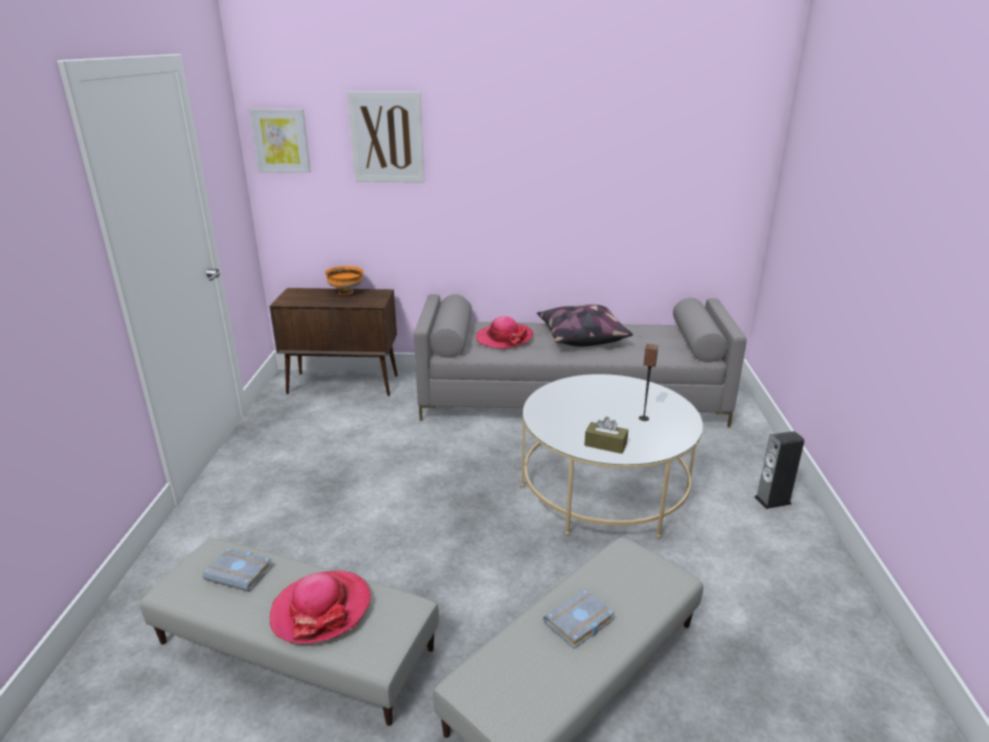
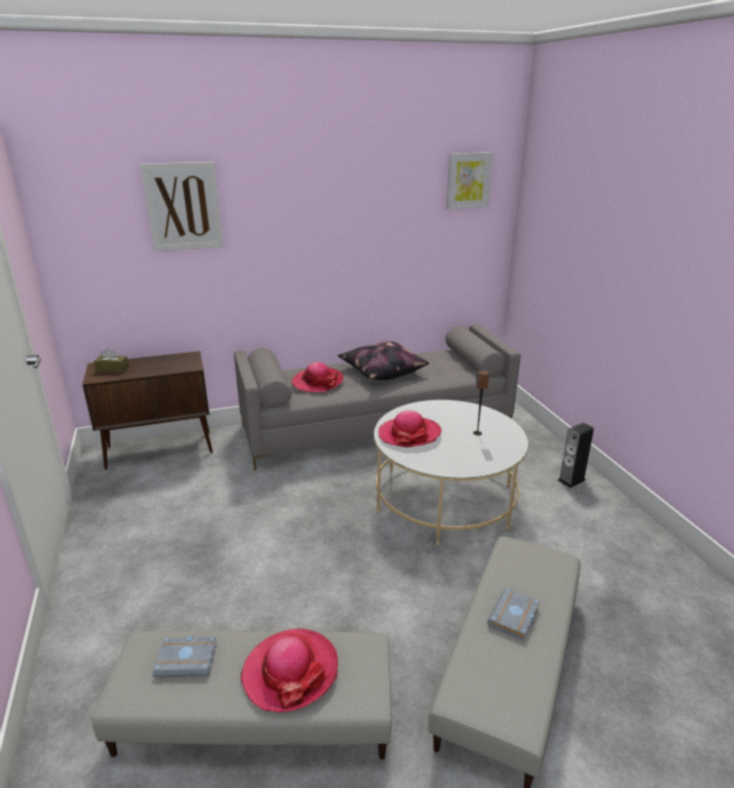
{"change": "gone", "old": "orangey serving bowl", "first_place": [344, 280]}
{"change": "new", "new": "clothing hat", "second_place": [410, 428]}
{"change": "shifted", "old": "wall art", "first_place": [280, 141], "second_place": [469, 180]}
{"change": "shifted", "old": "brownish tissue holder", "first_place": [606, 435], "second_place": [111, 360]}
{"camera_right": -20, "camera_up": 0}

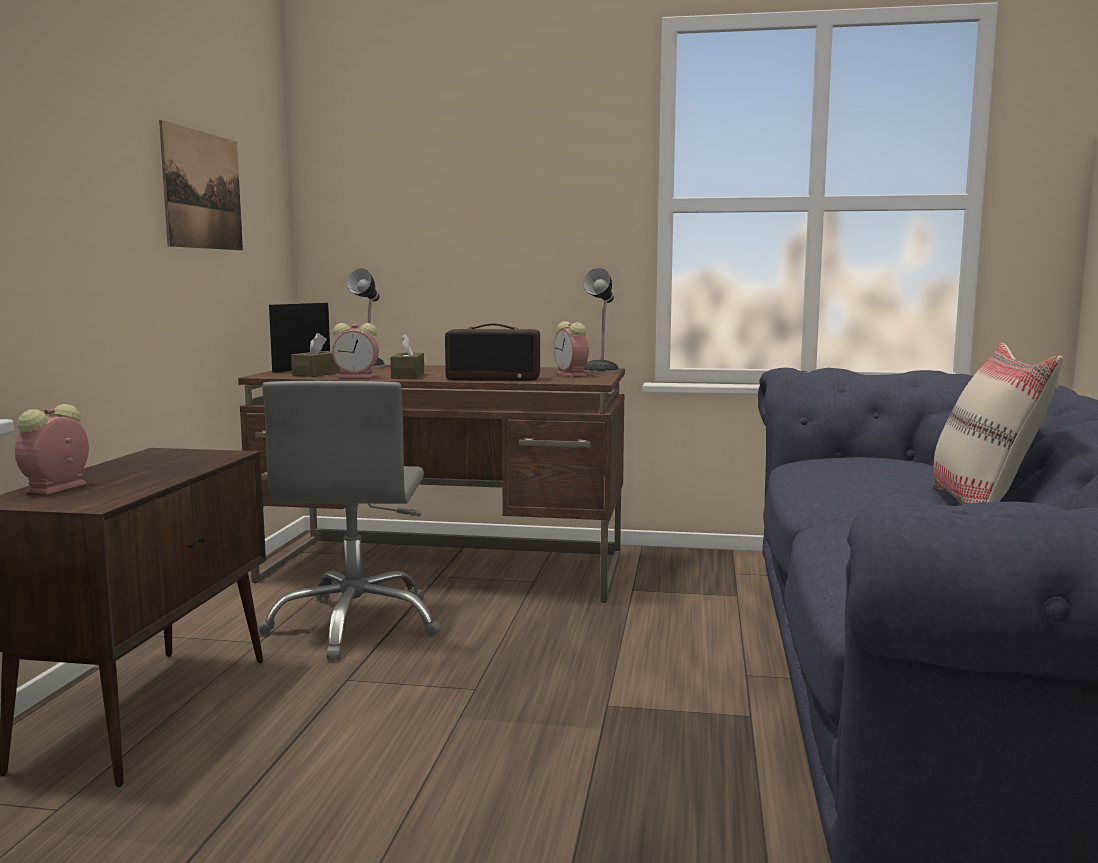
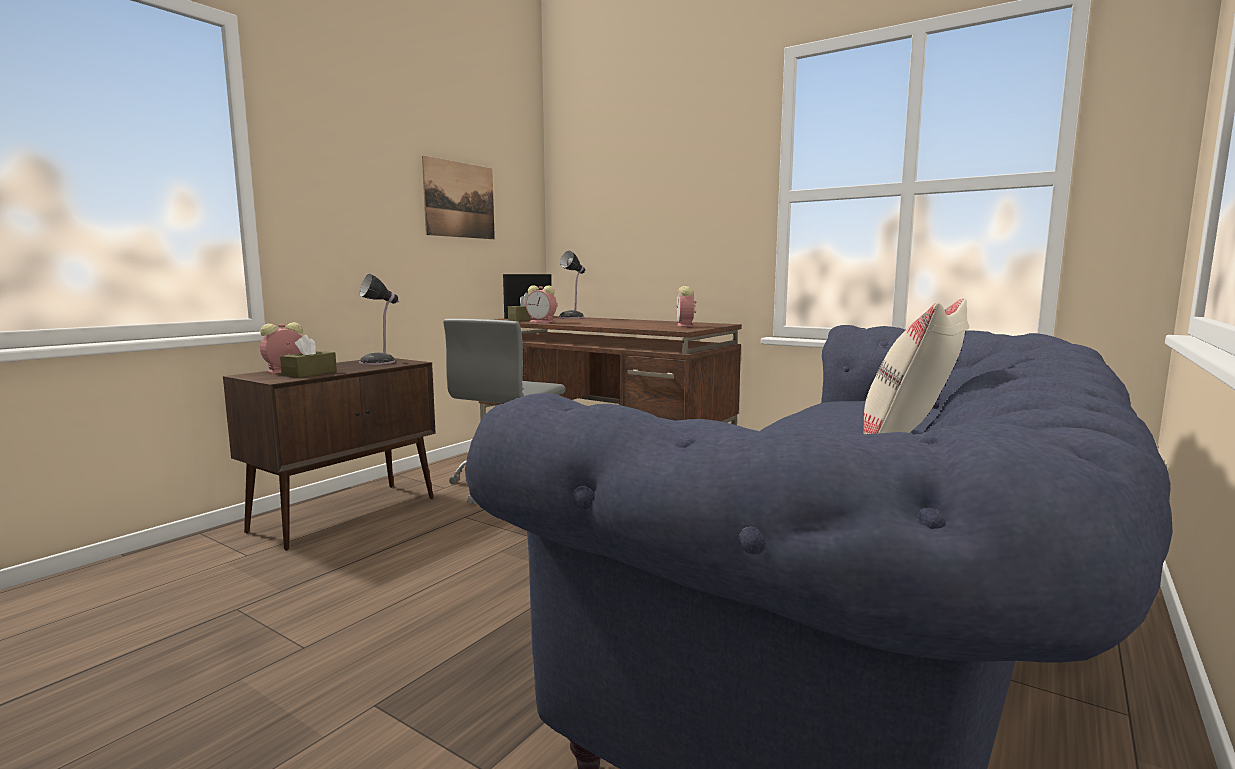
{"change": "gone", "old": "radio set", "first_place": [492, 352]}
{"change": "shifted", "old": "brownish tissue holder", "first_place": [407, 356], "second_place": [308, 356]}
{"change": "shifted", "old": "table lamp", "first_place": [601, 320], "second_place": [379, 319]}
{"camera_right": 25, "camera_up": 0}

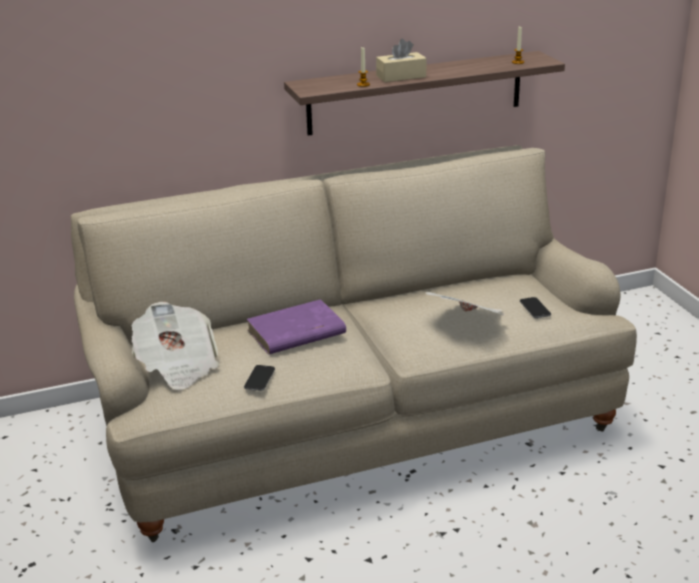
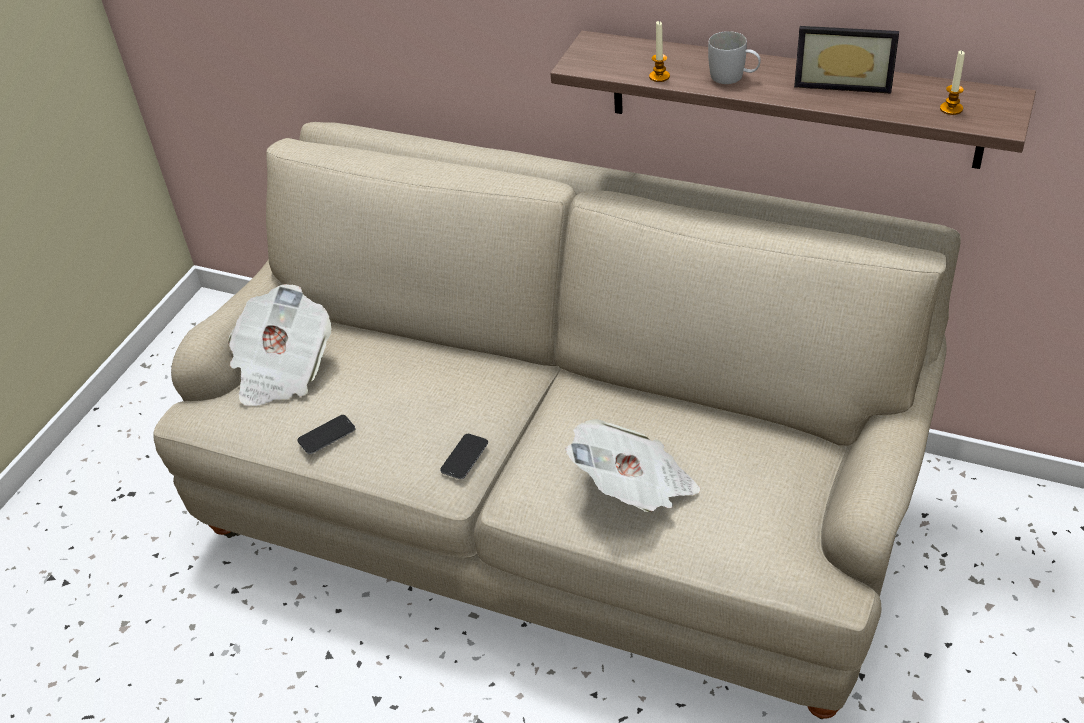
{"change": "gone", "old": "purple-coloured bound book", "first_place": [296, 327]}
{"change": "new", "new": "photo frame", "second_place": [846, 60]}
{"change": "shifted", "old": "phone", "first_place": [535, 307], "second_place": [464, 456]}
{"change": "swapped", "old": "beige-coloured tissue holder", "new": "white-coloured coffee mug", "first_place": [401, 60], "second_place": [734, 57]}
{"camera_right": 45, "camera_up": 15}

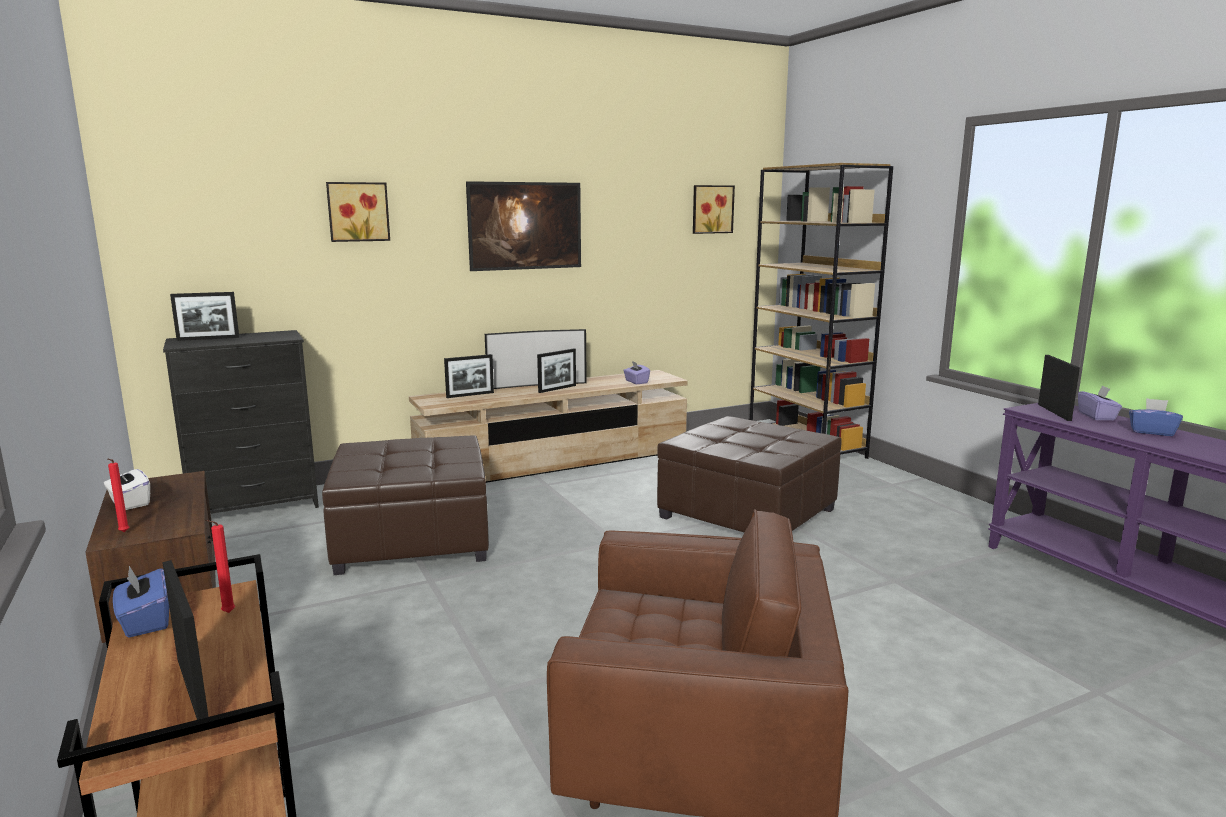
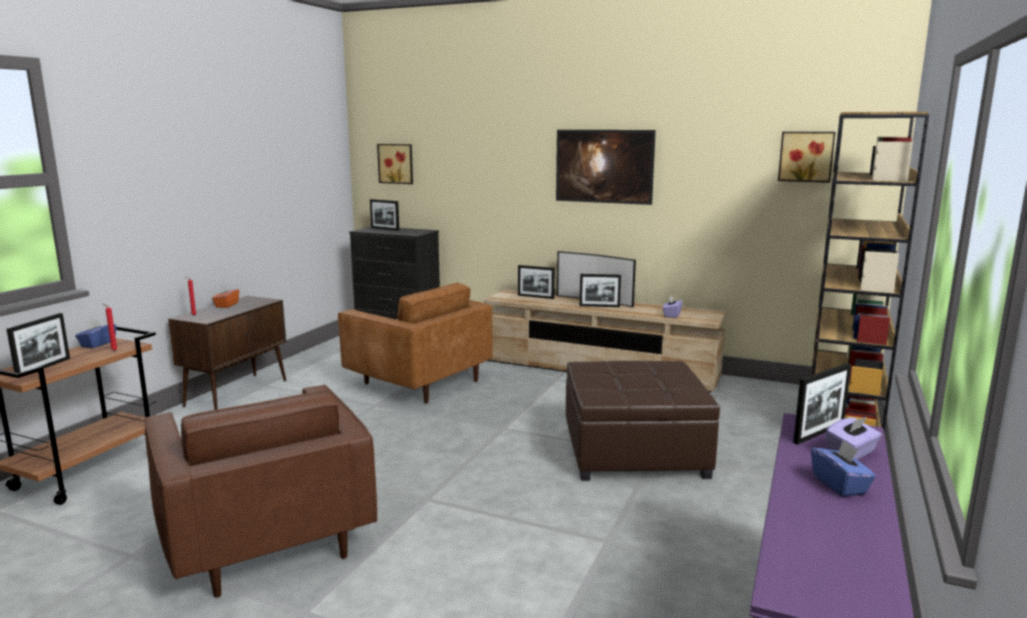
{"change": "shifted", "old": "wall art", "first_place": [358, 212], "second_place": [395, 164]}
{"change": "swapped", "old": "brownish footrest", "new": "brownish lounge chair", "first_place": [405, 505], "second_place": [415, 343]}
{"change": "repainted", "old": "white-coloured tissue holder", "new": "orangey tissue holder", "first_place": [127, 489], "second_place": [225, 296]}
{"camera_right": 50, "camera_up": 0}

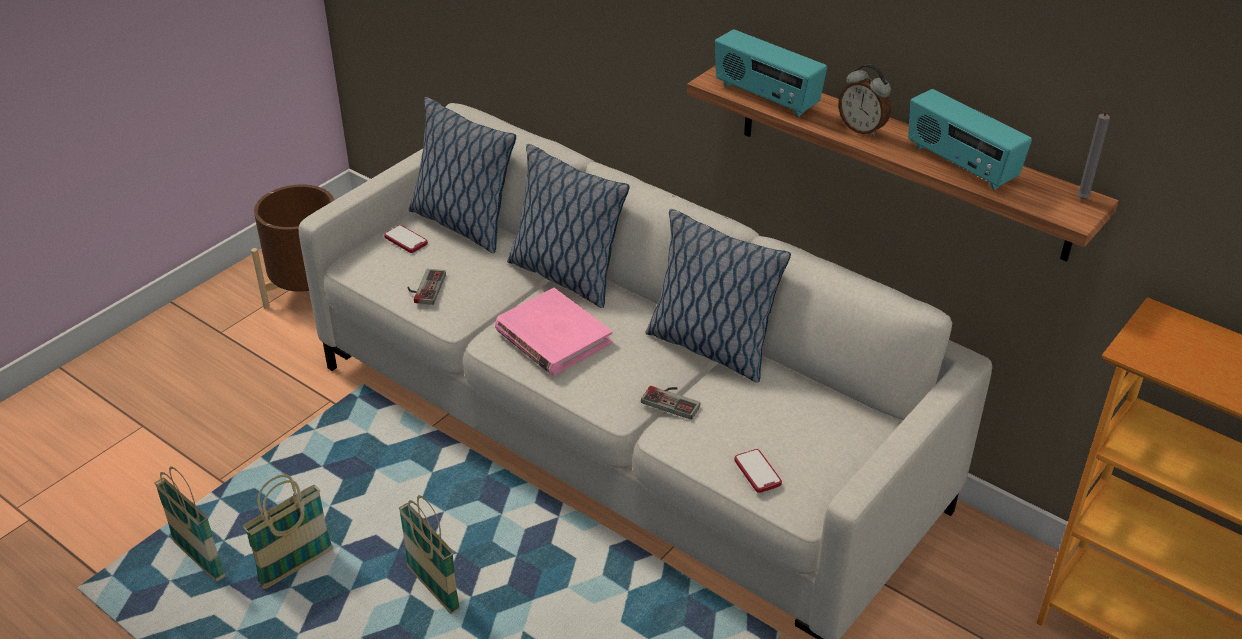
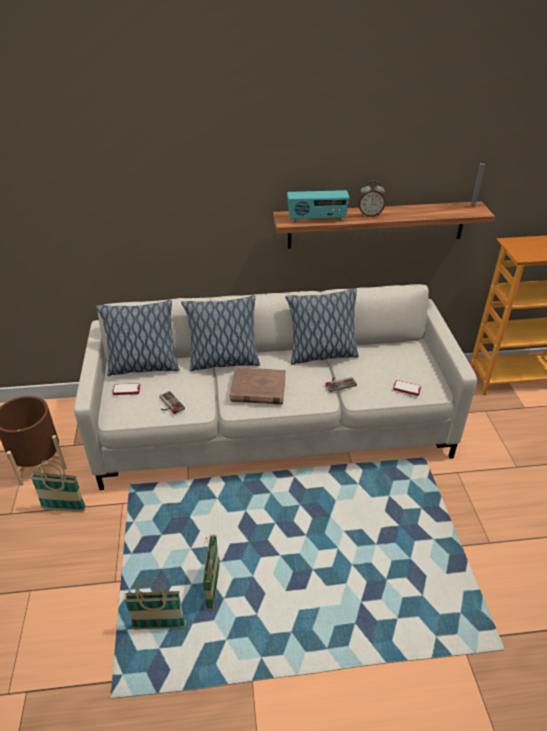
{"change": "gone", "old": "radio set", "first_place": [970, 139]}
{"change": "shifted", "old": "household basket", "first_place": [429, 554], "second_place": [58, 486]}
{"change": "repainted", "old": "pink-coloured bound book", "new": "brownish bound book", "first_place": [553, 332], "second_place": [258, 385]}
{"camera_right": -45, "camera_up": 0}

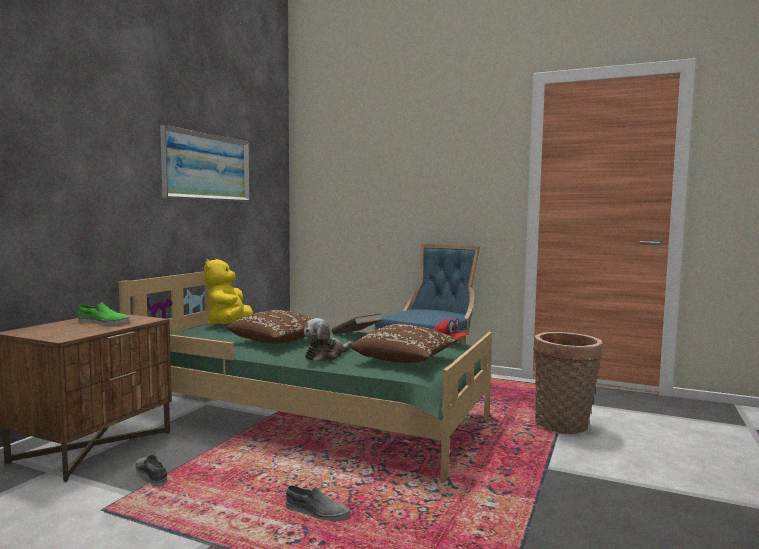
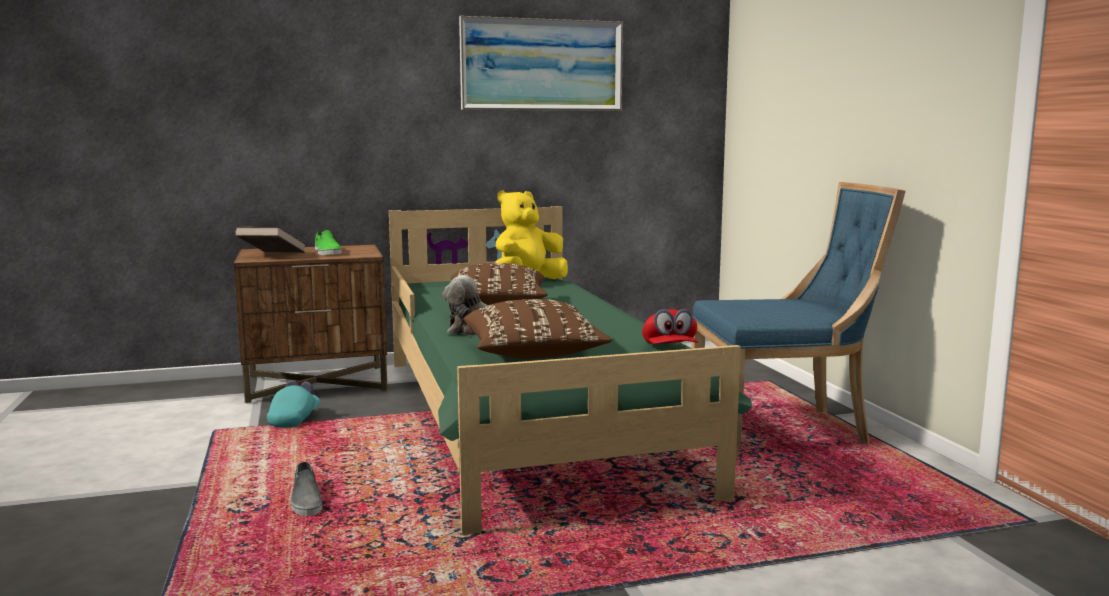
{"change": "gone", "old": "household basket", "first_place": [568, 383]}
{"change": "shifted", "old": "brownish bound book", "first_place": [357, 324], "second_place": [270, 240]}
{"change": "swapped", "old": "grey low shoe", "new": "turquoise baseball cap", "first_place": [151, 470], "second_place": [293, 404]}
{"camera_right": 50, "camera_up": 5}

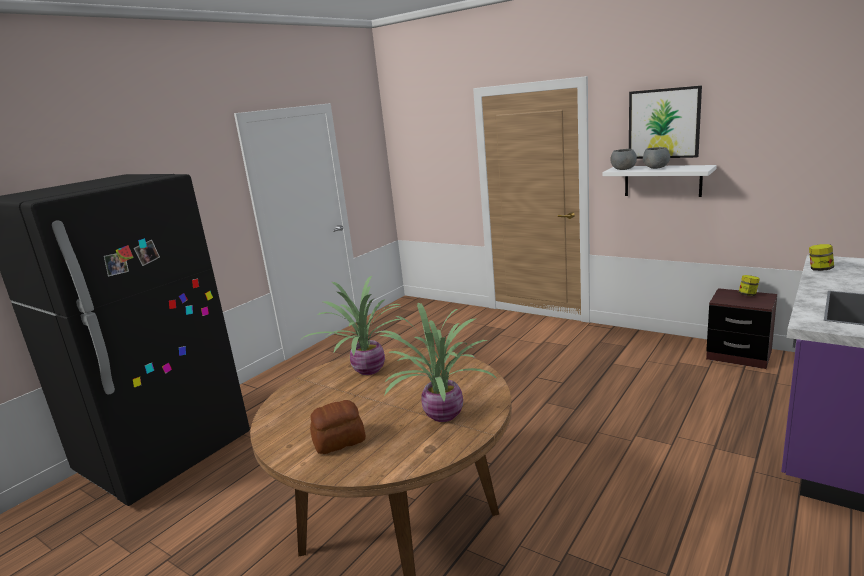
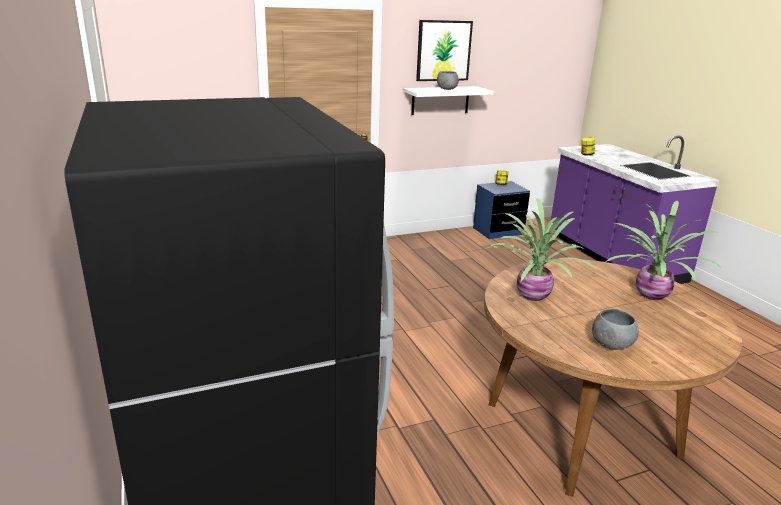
{"change": "gone", "old": "bakery bread", "first_place": [338, 427]}
{"change": "shifted", "old": "grey serving bowl", "first_place": [623, 159], "second_place": [615, 329]}
{"change": "repainted", "old": "brownish night table", "new": "blue night table", "first_place": [741, 328], "second_place": [501, 210]}
{"camera_right": -60, "camera_up": 5}

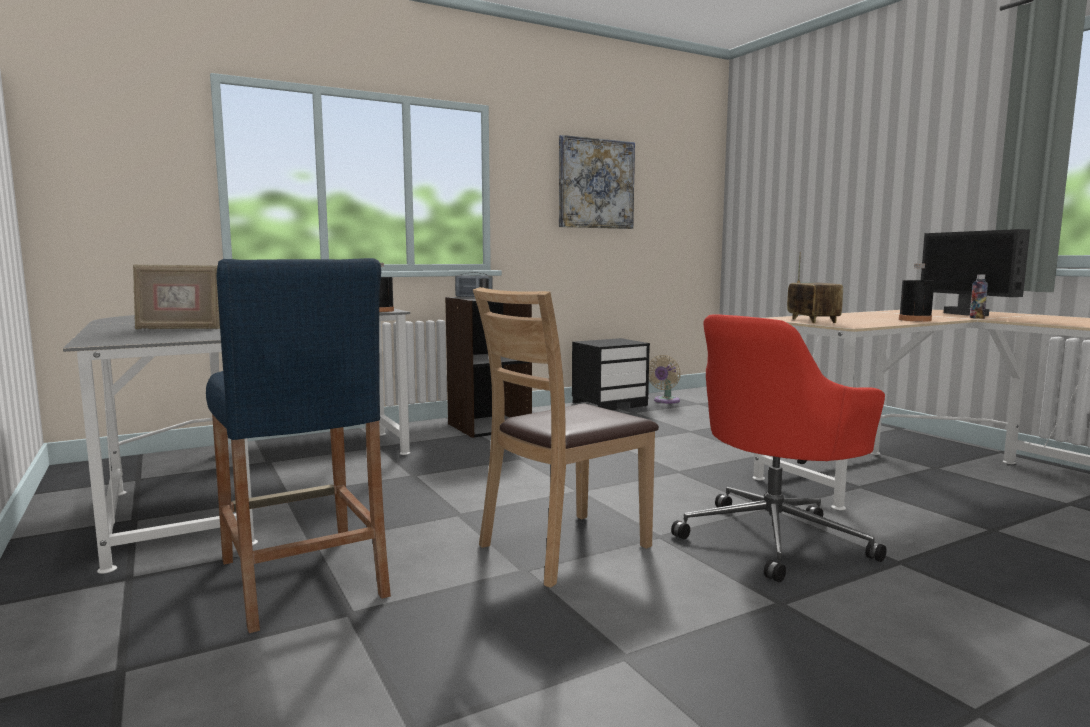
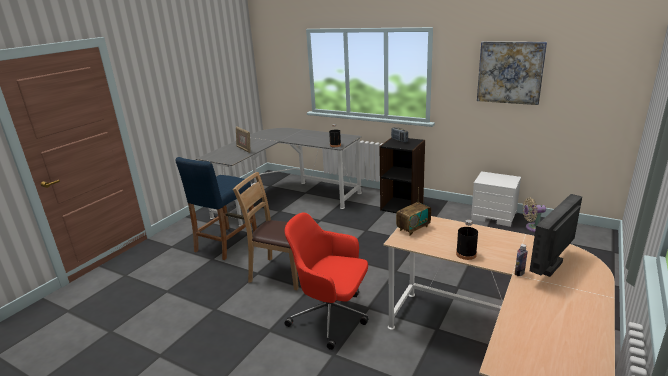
{"change": "repainted", "old": "blackish night table", "new": "white-coloured night table", "first_place": [611, 374], "second_place": [496, 199]}
{"camera_right": 60, "camera_up": 15}

